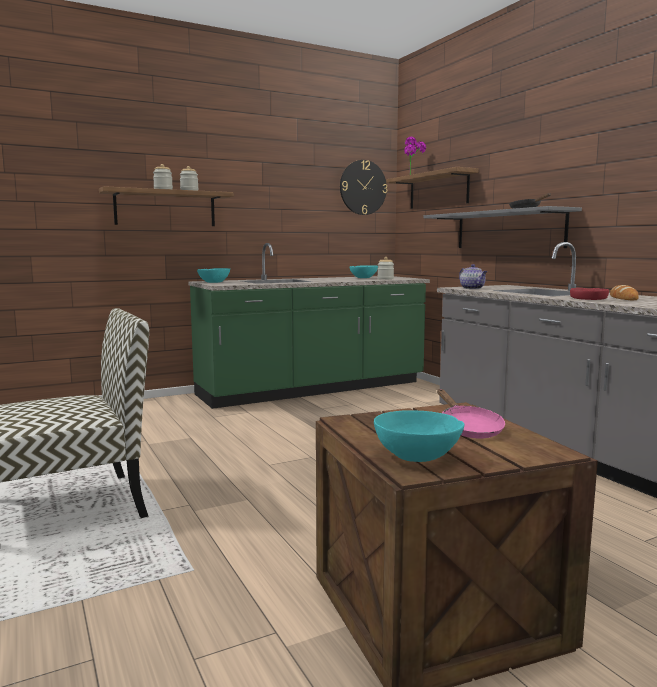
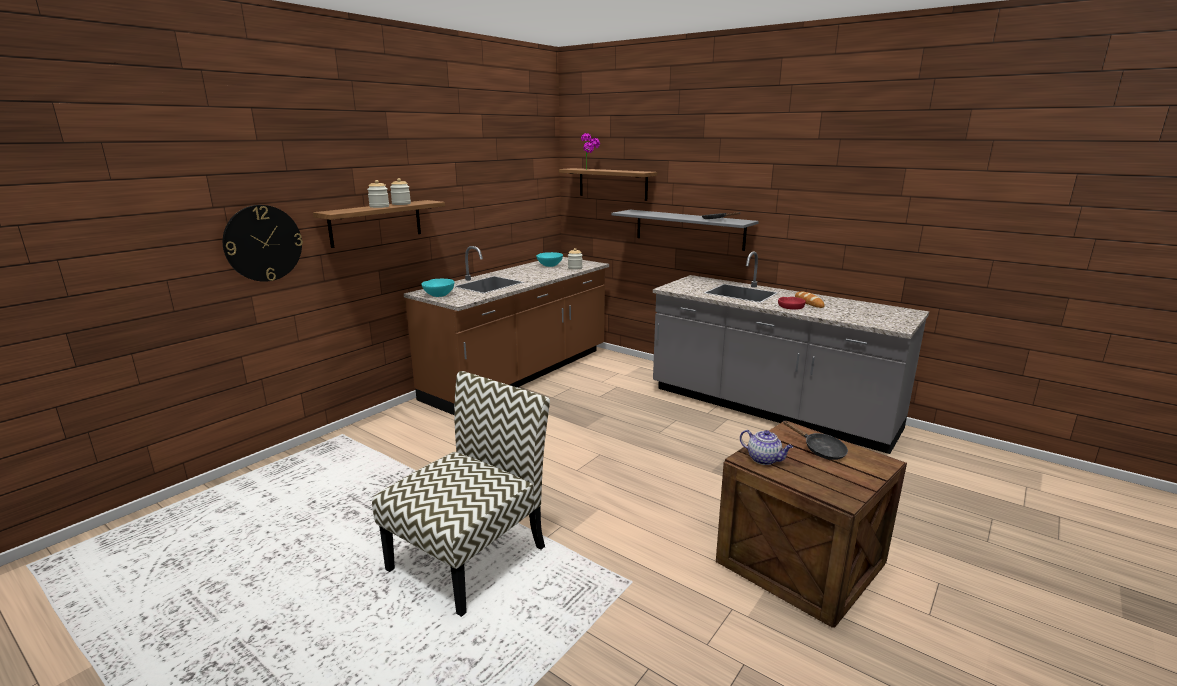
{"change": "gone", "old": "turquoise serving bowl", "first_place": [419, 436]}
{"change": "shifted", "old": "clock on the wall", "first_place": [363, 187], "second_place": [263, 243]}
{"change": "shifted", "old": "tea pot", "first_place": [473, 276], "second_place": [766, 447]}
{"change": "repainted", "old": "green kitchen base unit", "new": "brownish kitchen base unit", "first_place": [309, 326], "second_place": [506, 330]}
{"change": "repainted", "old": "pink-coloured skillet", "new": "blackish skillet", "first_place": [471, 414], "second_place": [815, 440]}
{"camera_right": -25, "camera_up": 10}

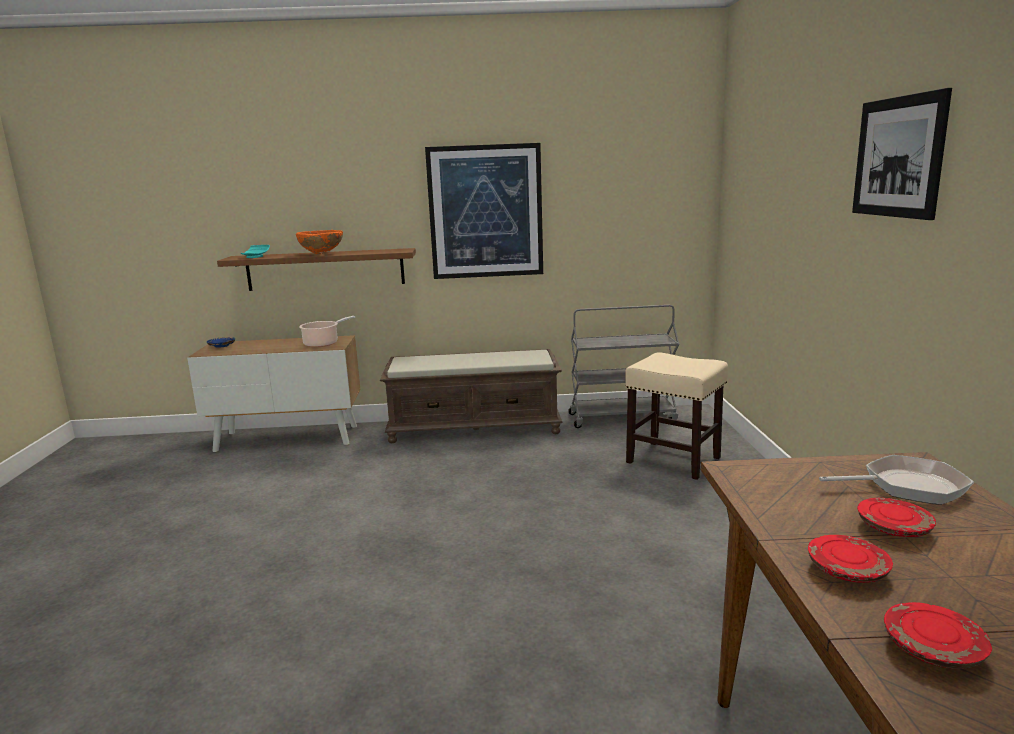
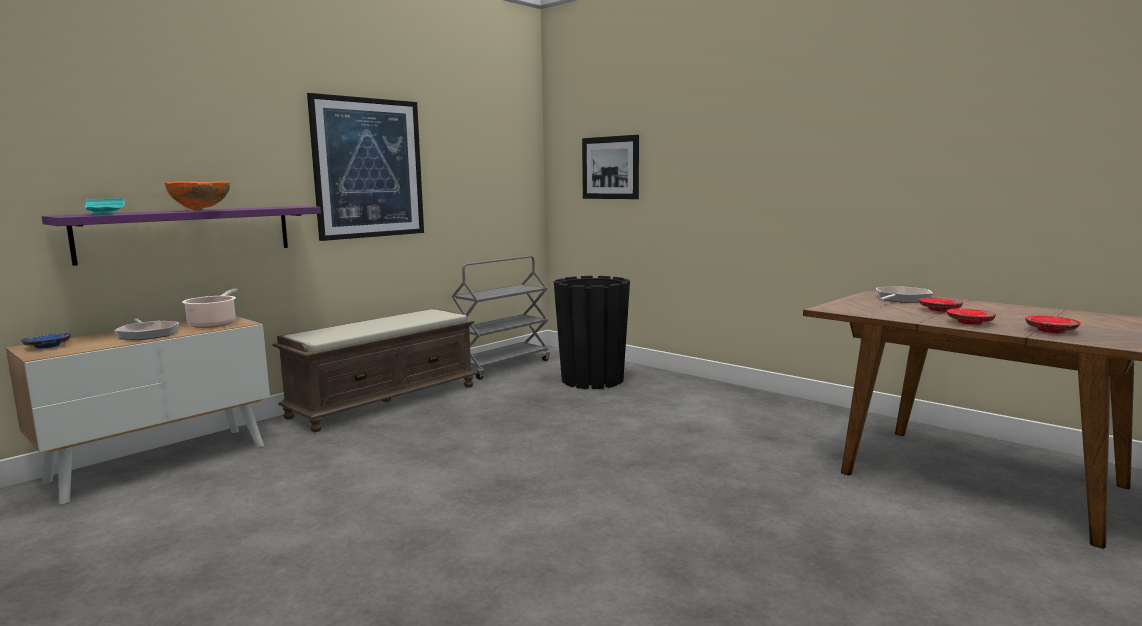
{"change": "new", "new": "skillet", "second_place": [146, 329]}
{"change": "shifted", "old": "wall art", "first_place": [902, 154], "second_place": [610, 167]}
{"change": "swapped", "old": "beige-coloured sitting stool", "new": "blackish planter", "first_place": [676, 416], "second_place": [592, 332]}
{"change": "repainted", "old": "brownish shelf", "new": "purple-coloured shelf", "first_place": [316, 269], "second_place": [181, 236]}
{"camera_right": -45, "camera_up": -5}

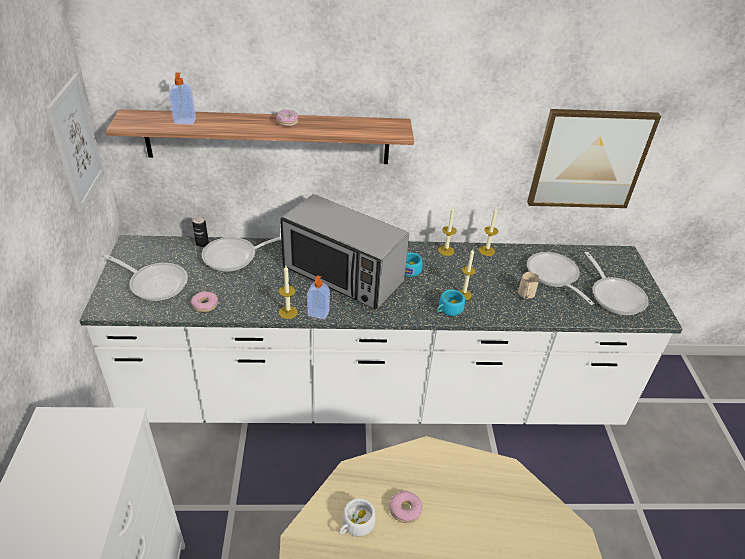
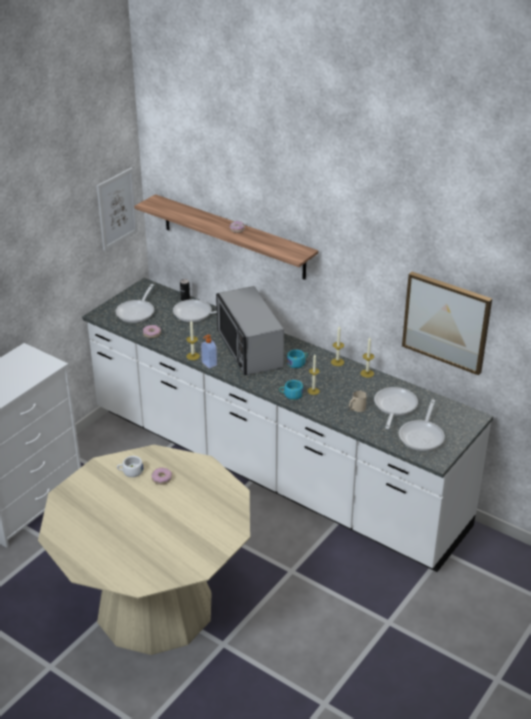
{"change": "gone", "old": "soap dispenser", "first_place": [182, 98]}
{"change": "rotated", "old": "skillet", "first_place": [146, 278], "second_place": [134, 303], "degrees": 45}
{"camera_right": 40, "camera_up": -5}

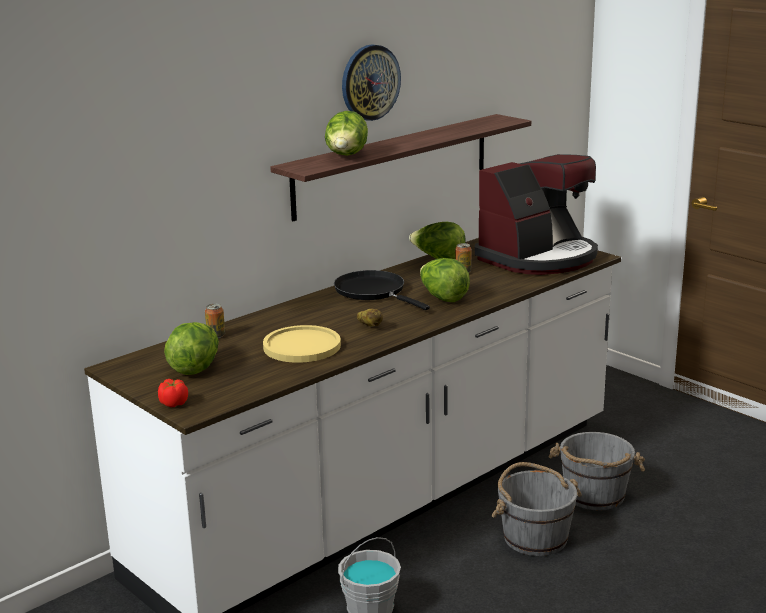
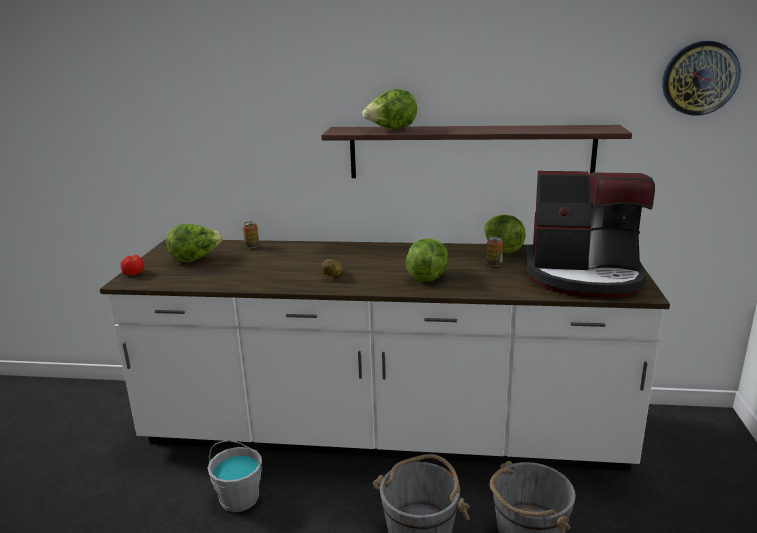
{"change": "gone", "old": "yellowish flat dish", "first_place": [302, 344]}
{"change": "gone", "old": "blackish skillet", "first_place": [382, 290]}
{"change": "shifted", "old": "clock on the wall", "first_place": [371, 82], "second_place": [701, 78]}
{"camera_right": 50, "camera_up": 0}

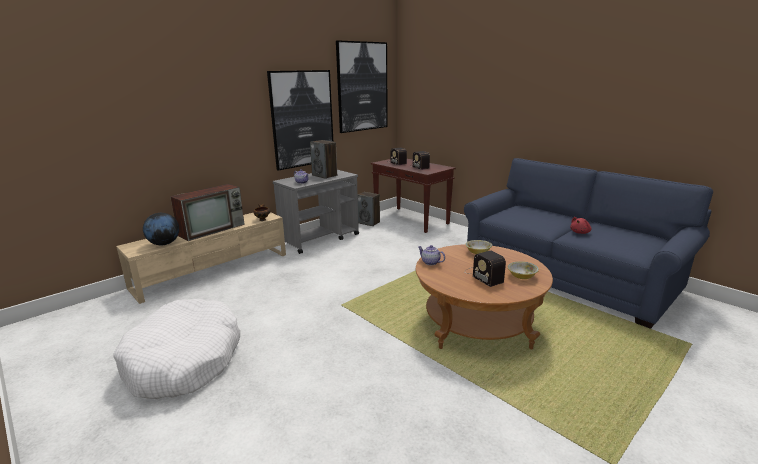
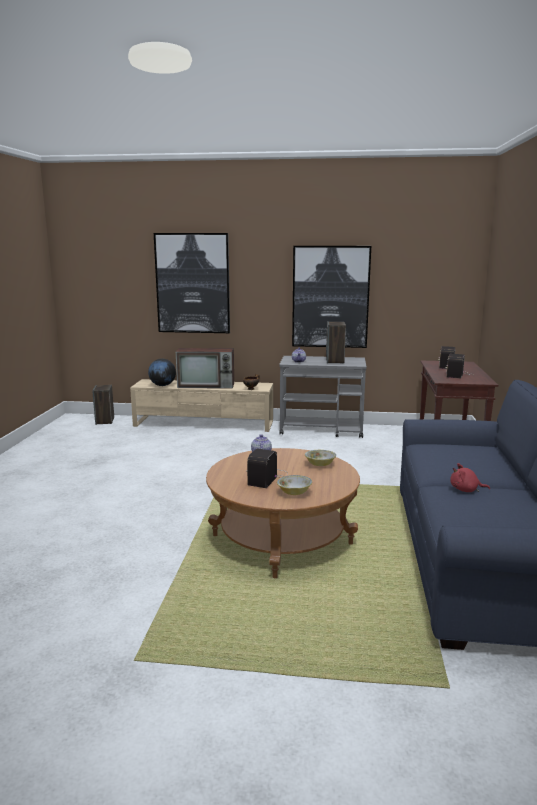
{"change": "gone", "old": "white-coloured pet bed", "first_place": [176, 349]}
{"change": "shifted", "old": "wall art", "first_place": [362, 86], "second_place": [192, 283]}
{"change": "shifted", "old": "speaker", "first_place": [369, 209], "second_place": [103, 405]}
{"camera_right": 50, "camera_up": -5}

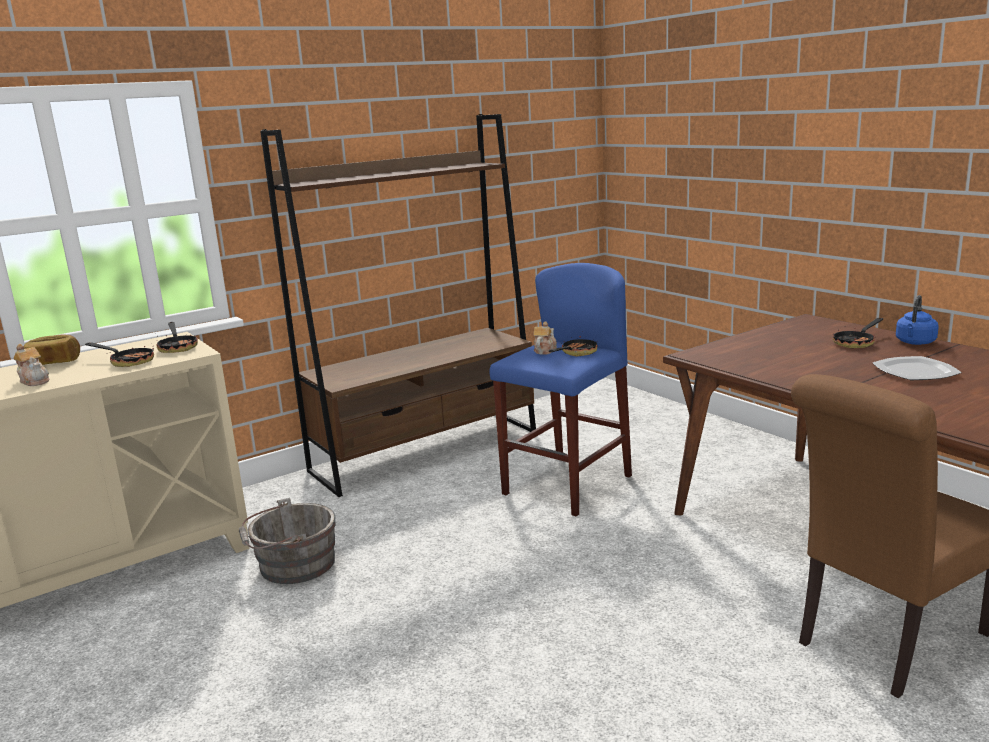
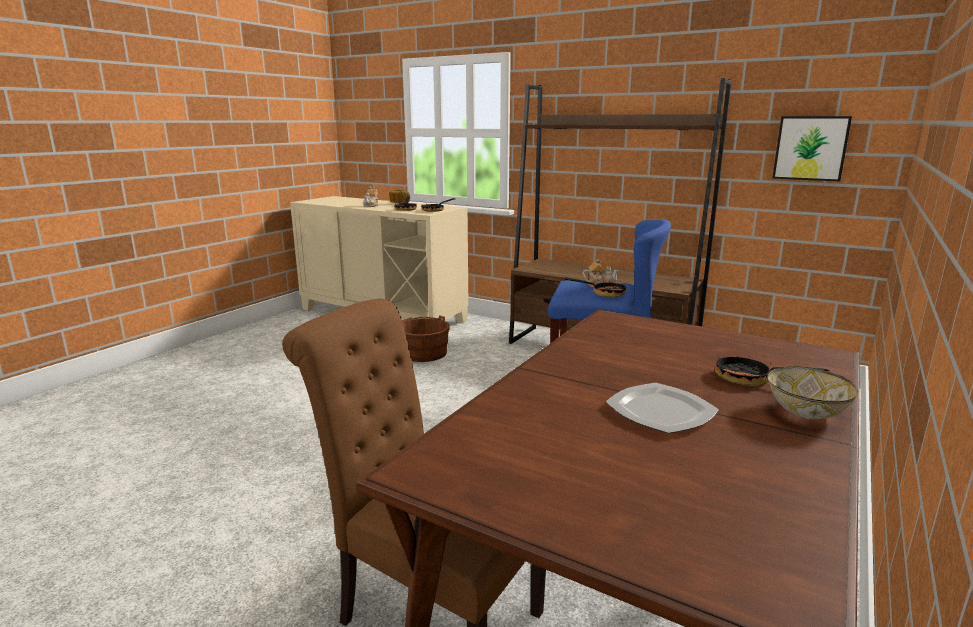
{"change": "new", "new": "wall art", "second_place": [812, 149]}
{"change": "swapped", "old": "blue water kettle", "new": "serving bowl", "first_place": [917, 320], "second_place": [813, 392]}
{"change": "repainted", "old": "grey bucket", "new": "brownish bucket", "first_place": [287, 541], "second_place": [426, 339]}
{"camera_right": 65, "camera_up": 0}

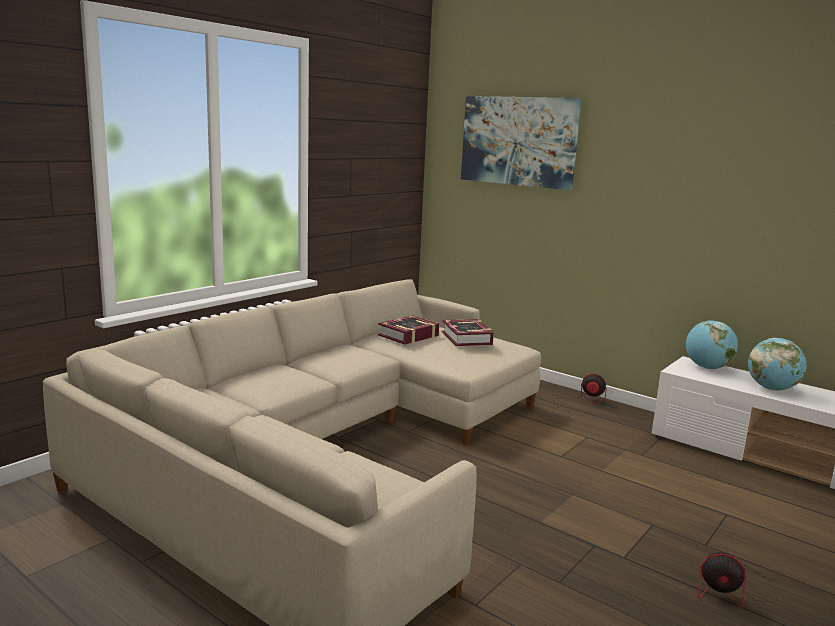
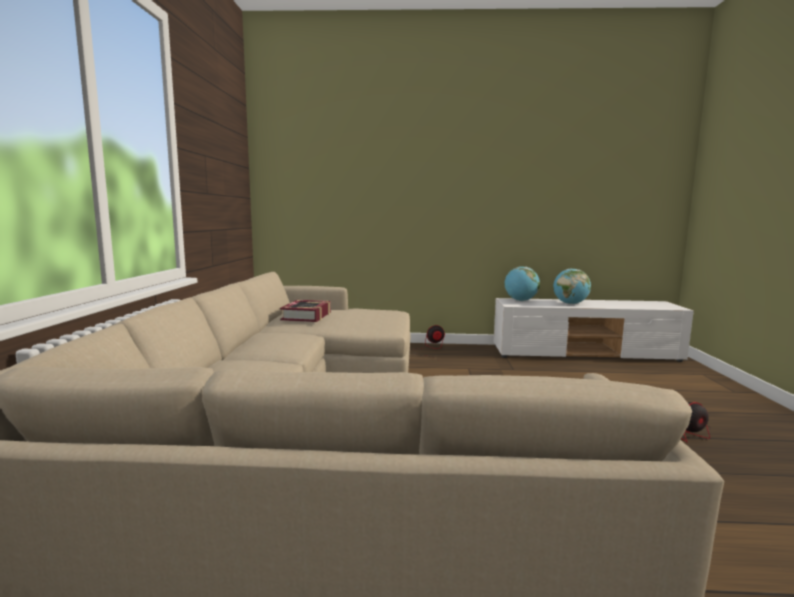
{"change": "gone", "old": "bound book", "first_place": [468, 332]}
{"change": "gone", "old": "wall art", "first_place": [521, 143]}
{"camera_right": -35, "camera_up": -5}

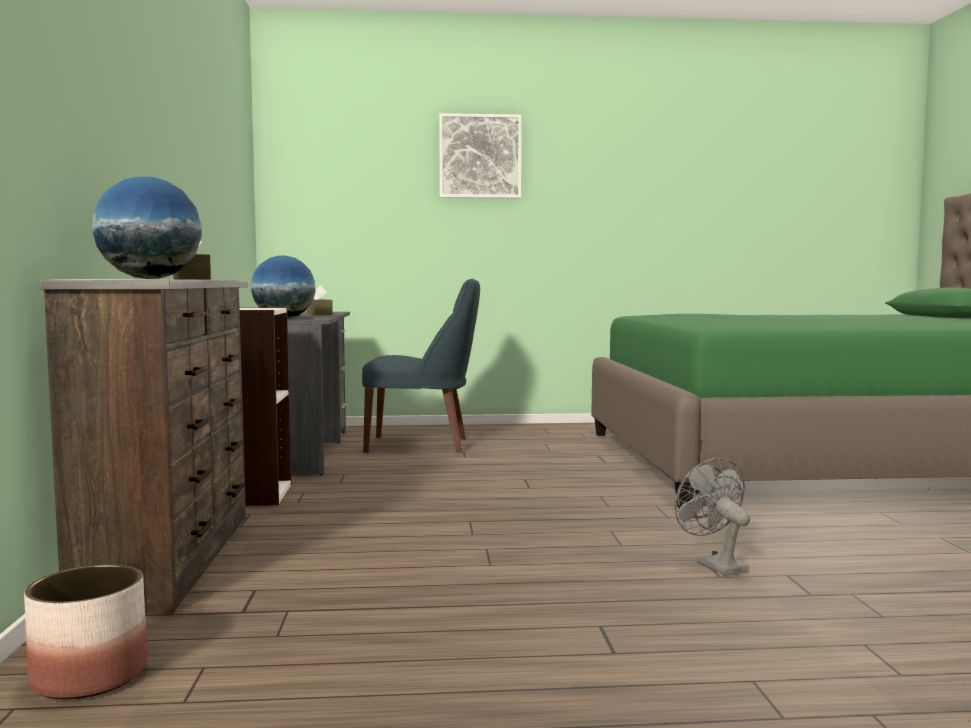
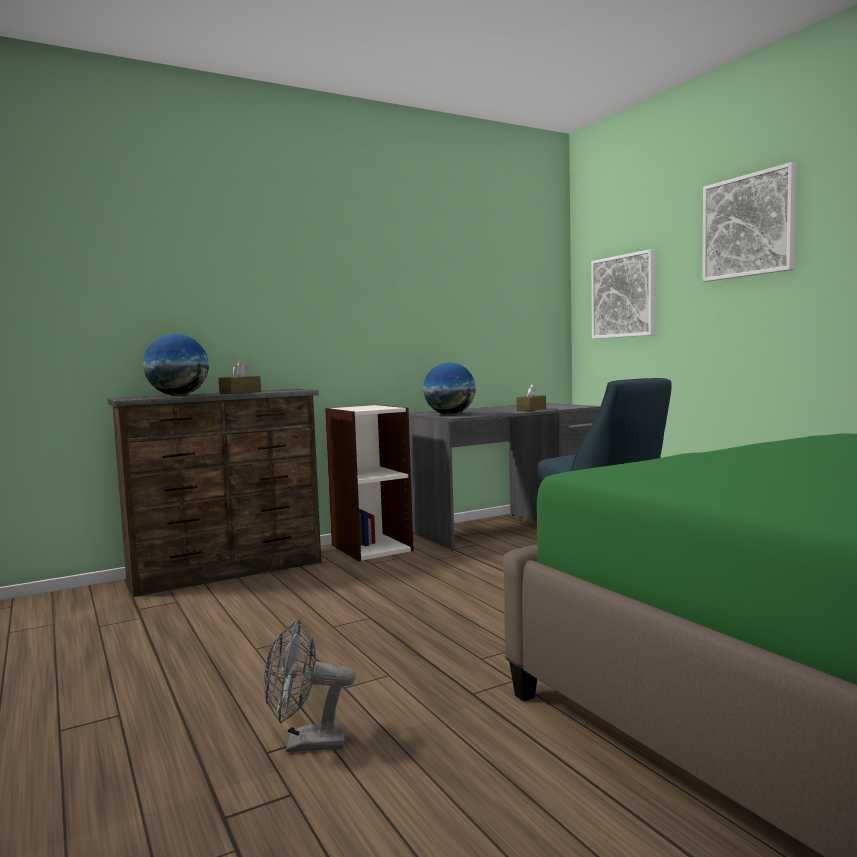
{"change": "gone", "old": "planter", "first_place": [86, 631]}
{"change": "new", "new": "wall art", "second_place": [623, 294]}
{"change": "rotated", "old": "grey cooling fan", "first_place": [712, 517], "second_place": [310, 685], "degrees": -135}
{"camera_right": 65, "camera_up": 0}

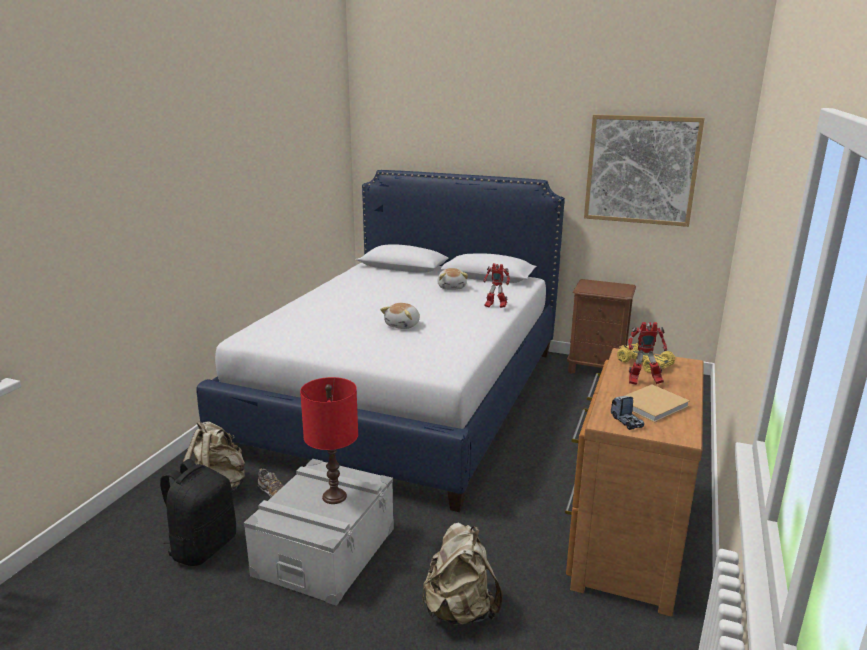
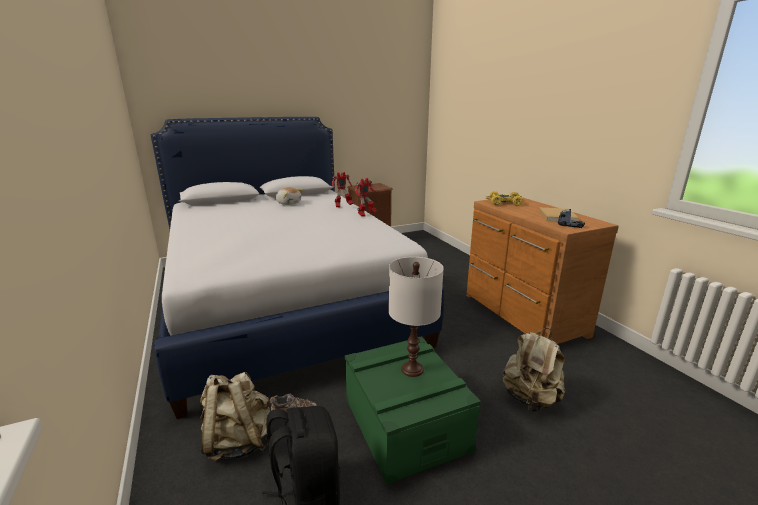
{"change": "gone", "old": "cuddly toy", "first_place": [400, 316]}
{"change": "gone", "old": "wall art", "first_place": [644, 170]}
{"change": "shifted", "old": "robot figure", "first_place": [647, 353], "second_place": [366, 197]}
{"change": "repainted", "old": "grey storage bin", "new": "green storage bin", "first_place": [319, 532], "second_place": [413, 410]}
{"change": "repainted", "old": "red-coloured table lamp", "new": "white-coloured table lamp", "first_place": [329, 440], "second_place": [416, 317]}
{"camera_right": -45, "camera_up": 0}

